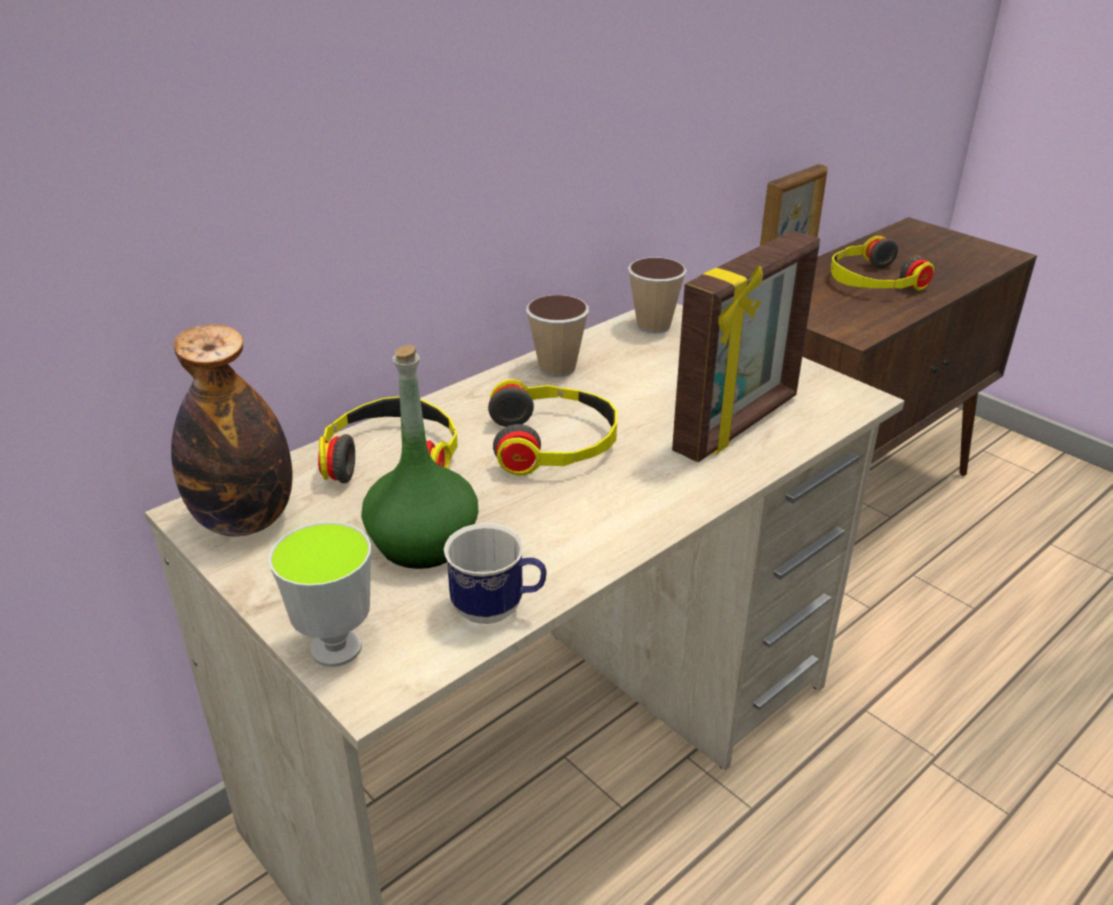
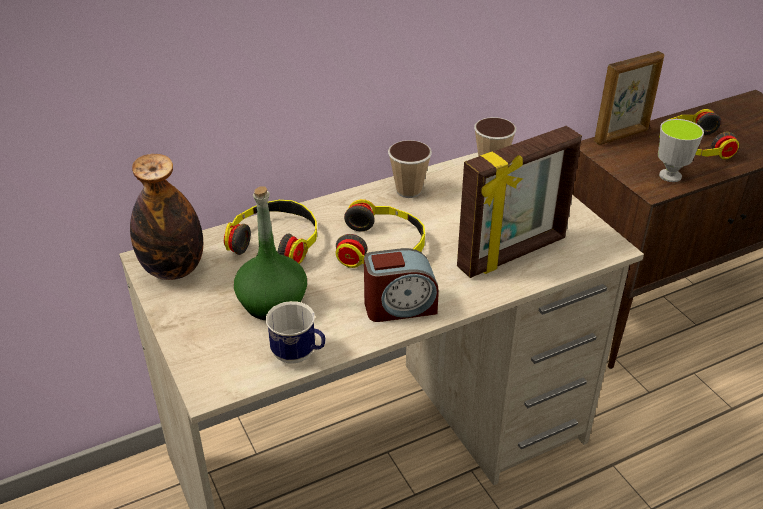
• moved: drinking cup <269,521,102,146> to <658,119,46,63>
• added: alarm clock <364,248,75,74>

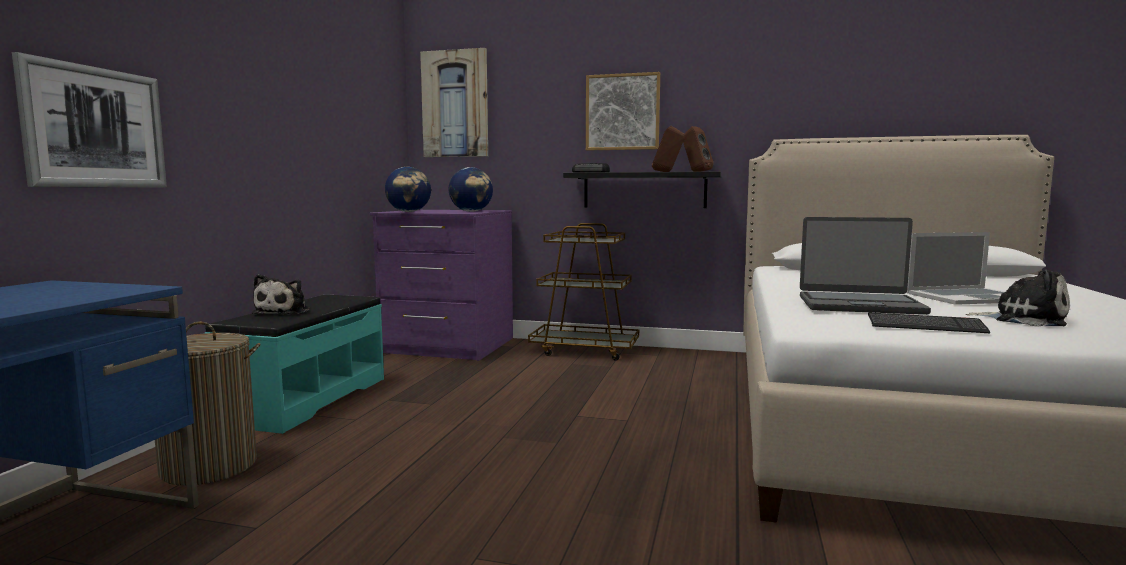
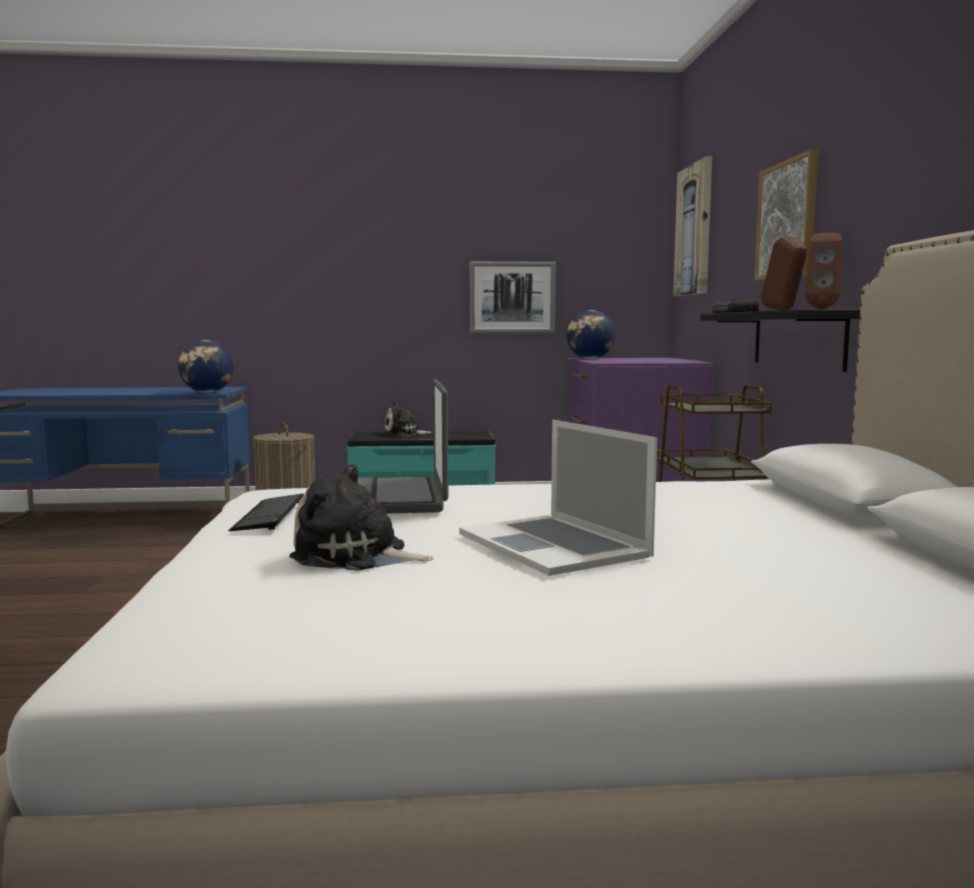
• moved: wall picture <12,52,155,136> to <470,261,86,72>
• moved: world globe <449,167,44,45> to <178,340,56,53>
• turned: plush toy <966,270,104,56> = <289,463,145,108> 90 degrees clockwise

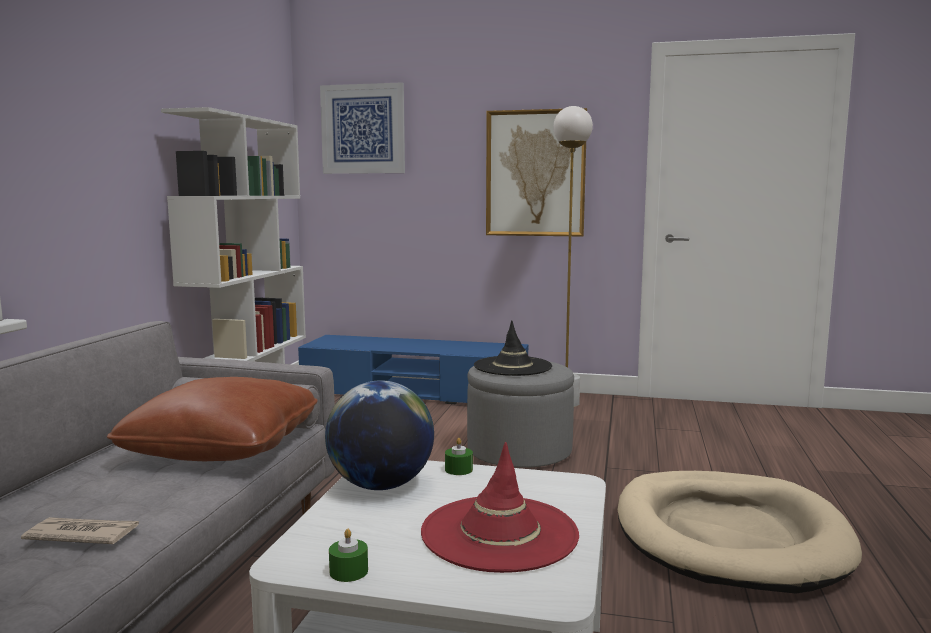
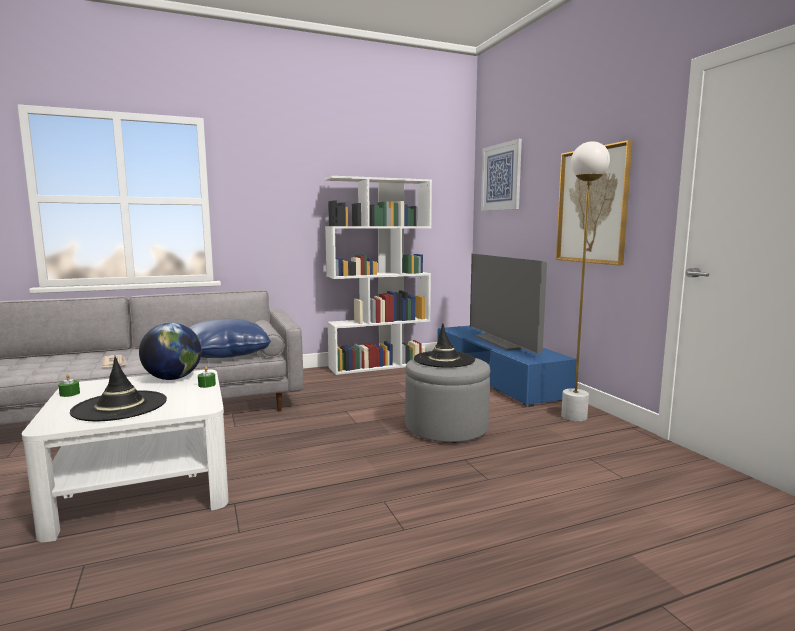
• recoloured: brown throw pillow <107,377,211,84> to bluish throw pillow <189,319,82,39>
• recoloured: red-coloured wearable hat <421,442,158,131> to black-coloured wearable hat <70,357,97,64>
• removed: beige dog bed <618,471,244,122>
• added: TV <470,254,77,100>

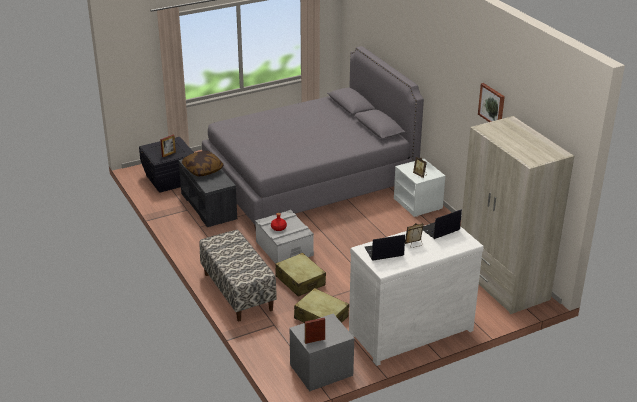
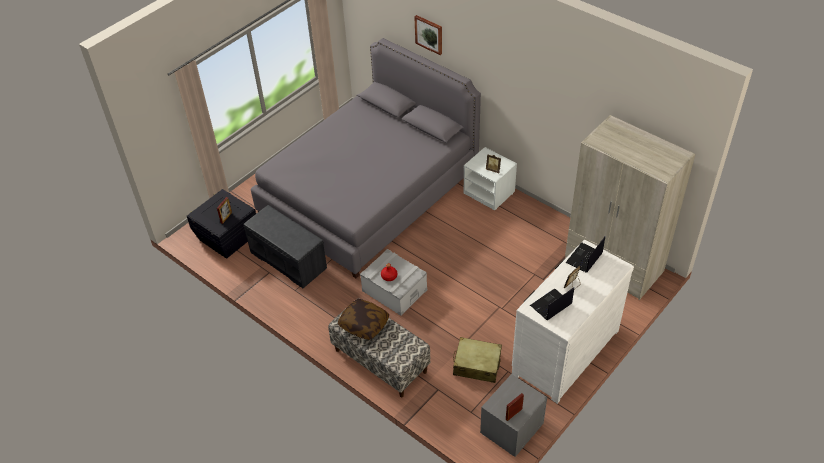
• moved: wall picture <478,83,27,39> to <414,15,28,40>
• moved: throw pillow <182,151,42,25> to <338,299,51,41>
• removed: beige suitcase <275,253,51,44>

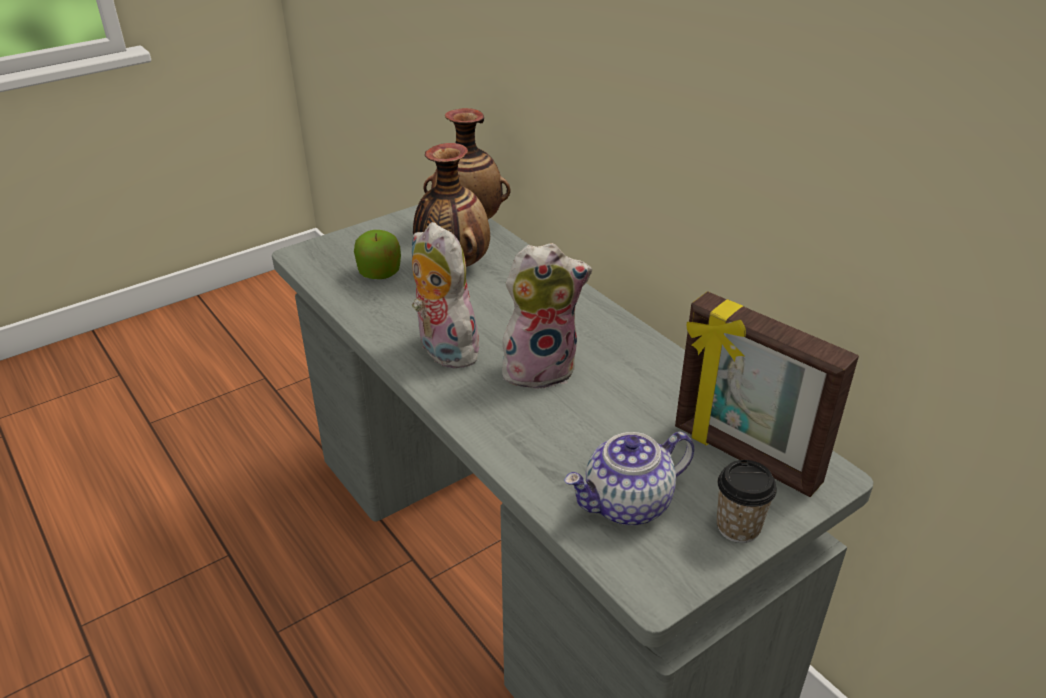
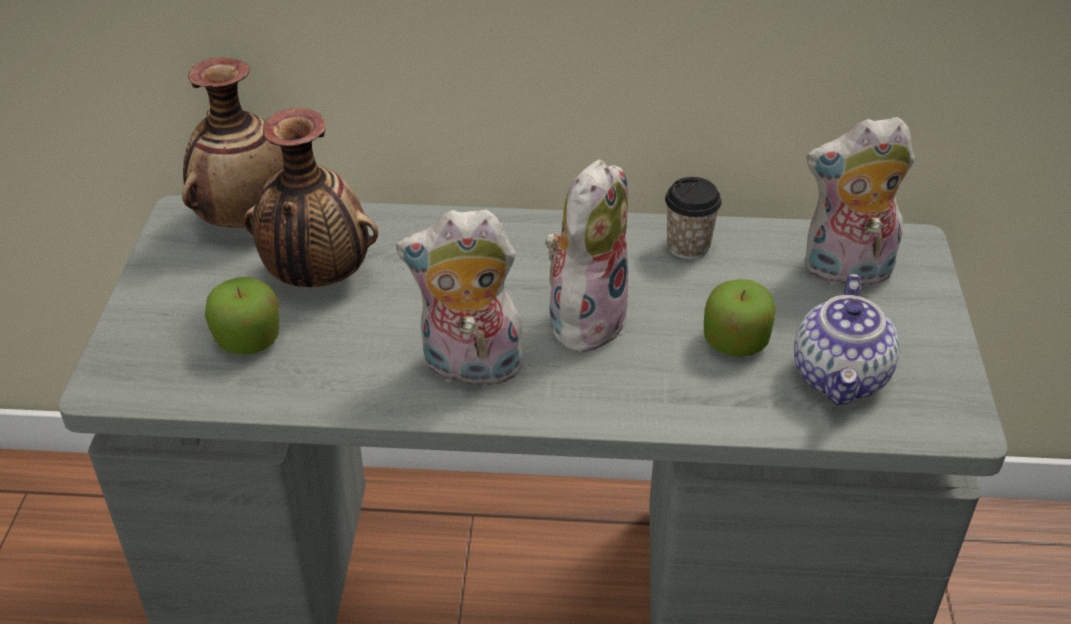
• replaced: picture frame <675,291,184,206> to plush toy <805,117,110,174>
• moved: drinking cup <717,460,60,83> to <665,177,57,83>
• added: apple <704,279,71,78>

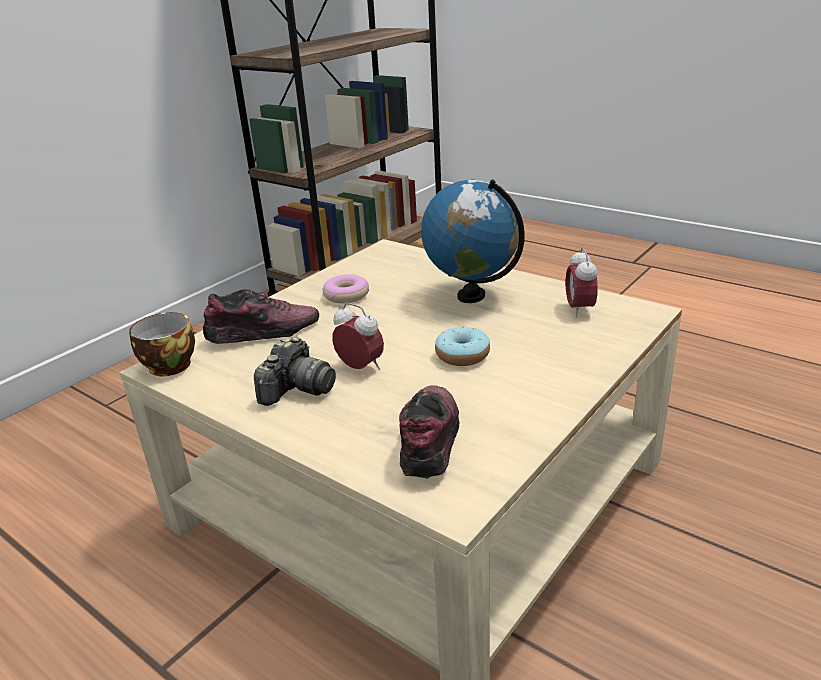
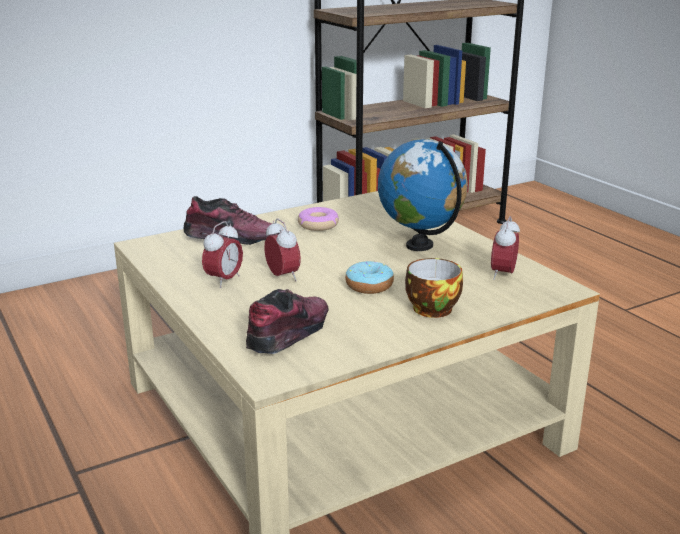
• moved: drinking cup <129,312,66,64> to <405,258,58,60>
• replaced: still camera <254,337,82,69> to alarm clock <202,221,41,67>

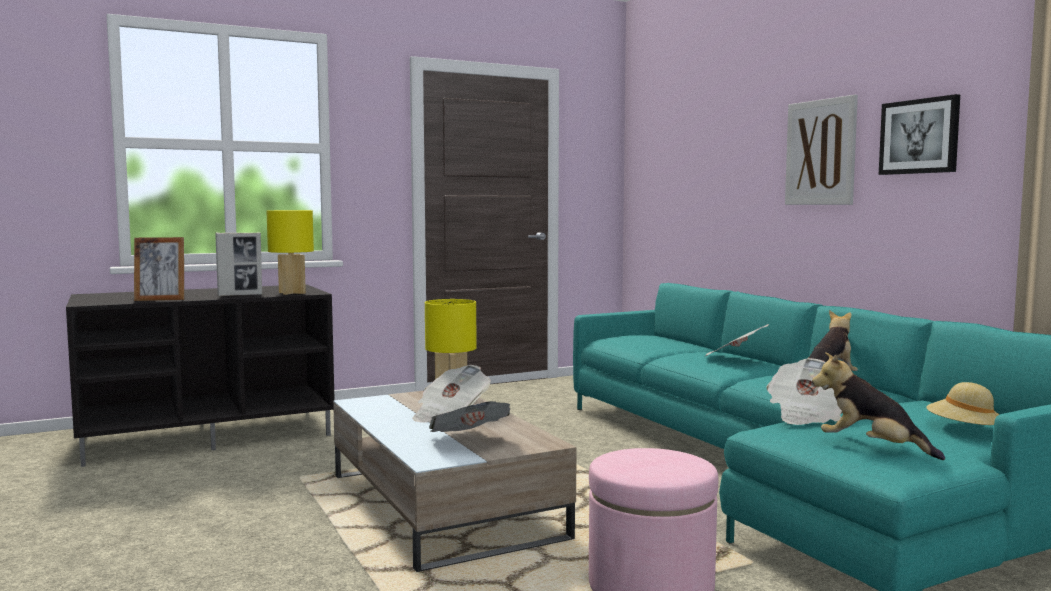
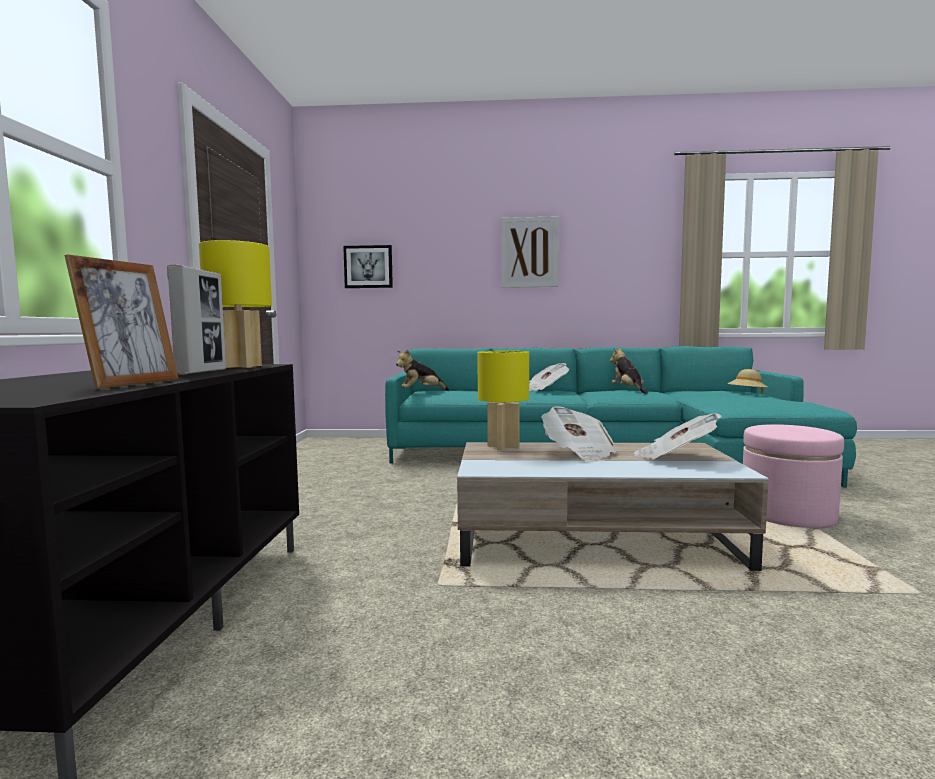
• moved: wall picture <879,94,81,81> to <343,245,50,43>
• moved: plush toy <812,352,133,108> to <396,349,53,42>
• removed: newspaper <766,358,77,67>

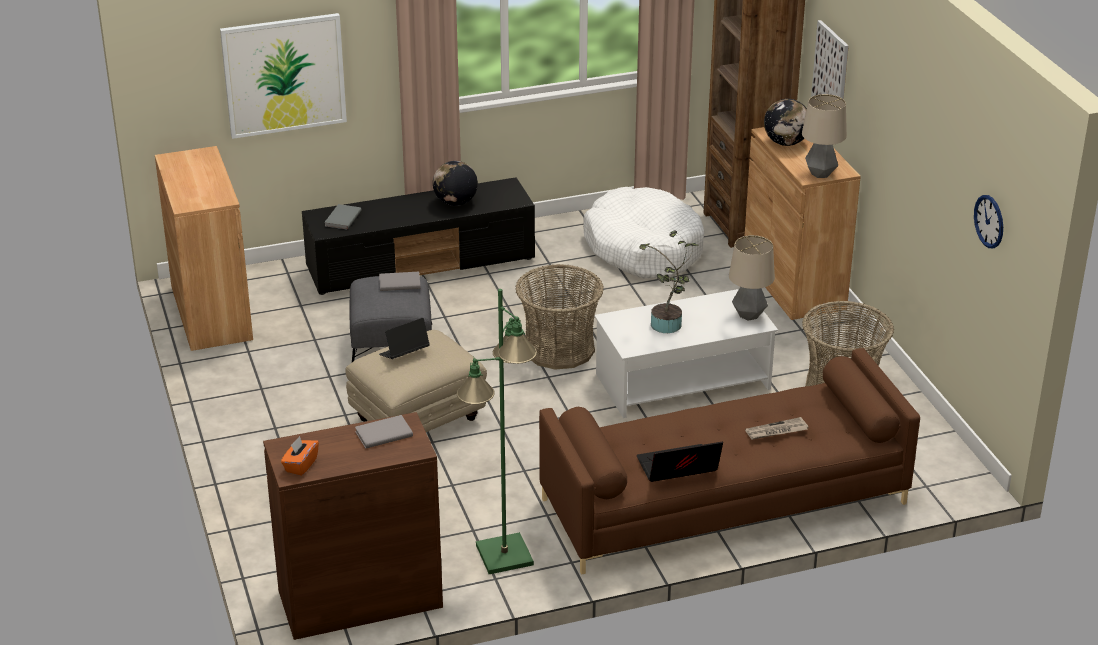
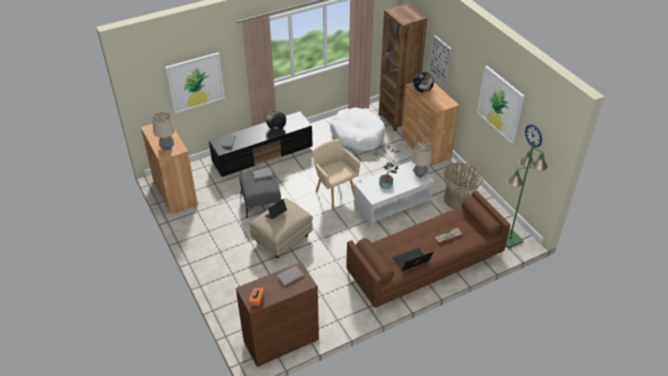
• moved: lamp for a table <802,94,45,84> to <152,112,23,38>
• replaced: storage basket <515,264,89,105> to beige easy chair <312,139,48,71>
• moved: green standing lamp <457,289,80,285> to <506,141,42,107>
• added: wall picture <477,66,48,78>

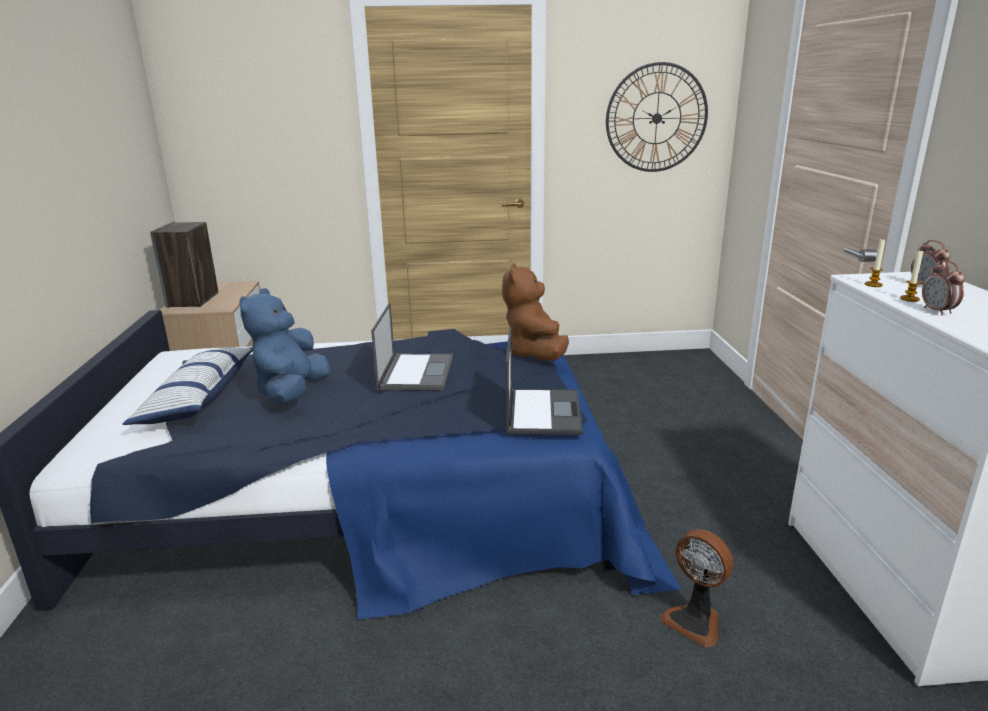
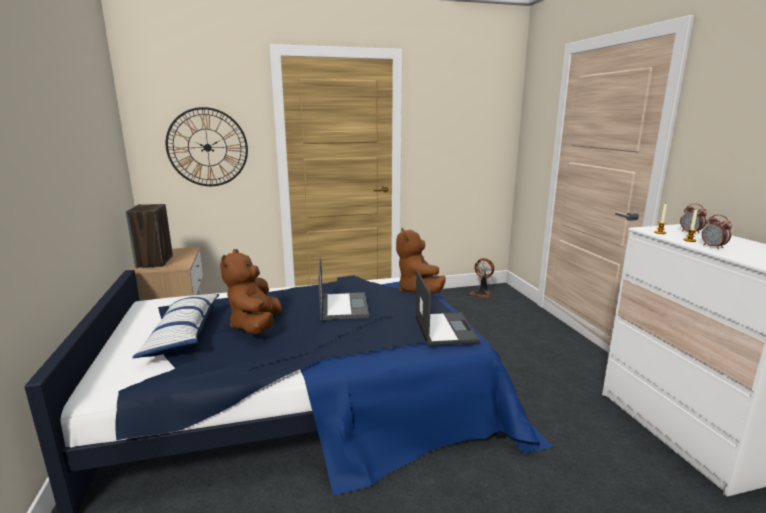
• moved: clock on the wall <606,62,102,110> to <166,107,82,79>
• recoloured: bluish plush toy <239,288,91,116> to brown plush toy <220,249,62,85>
• moved: cooling fan <660,529,73,119> to <470,258,24,40>

